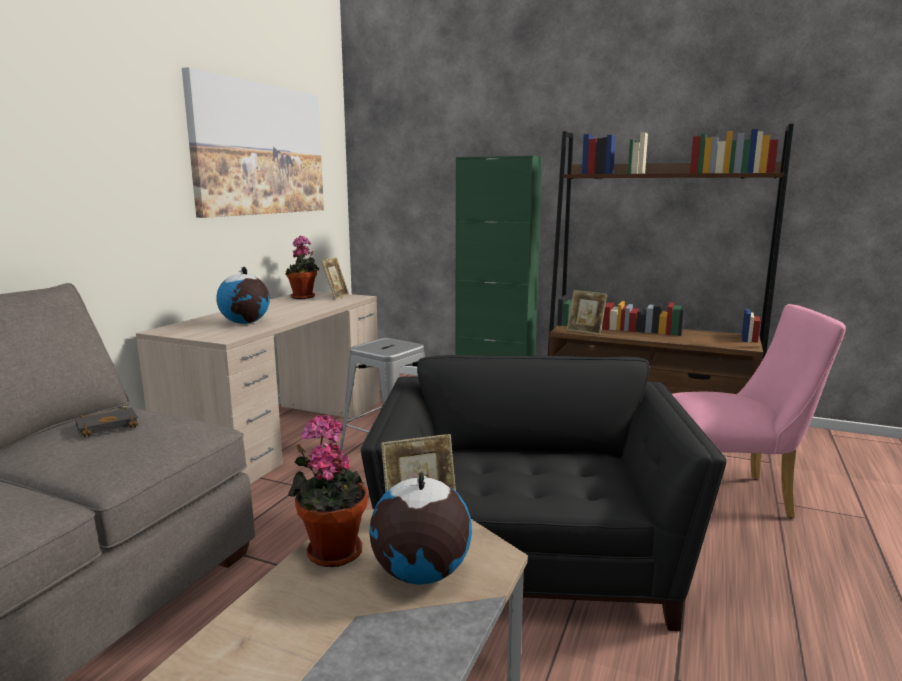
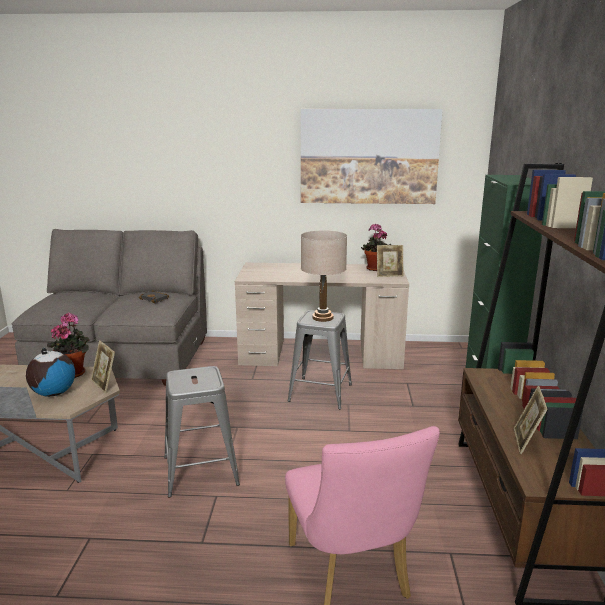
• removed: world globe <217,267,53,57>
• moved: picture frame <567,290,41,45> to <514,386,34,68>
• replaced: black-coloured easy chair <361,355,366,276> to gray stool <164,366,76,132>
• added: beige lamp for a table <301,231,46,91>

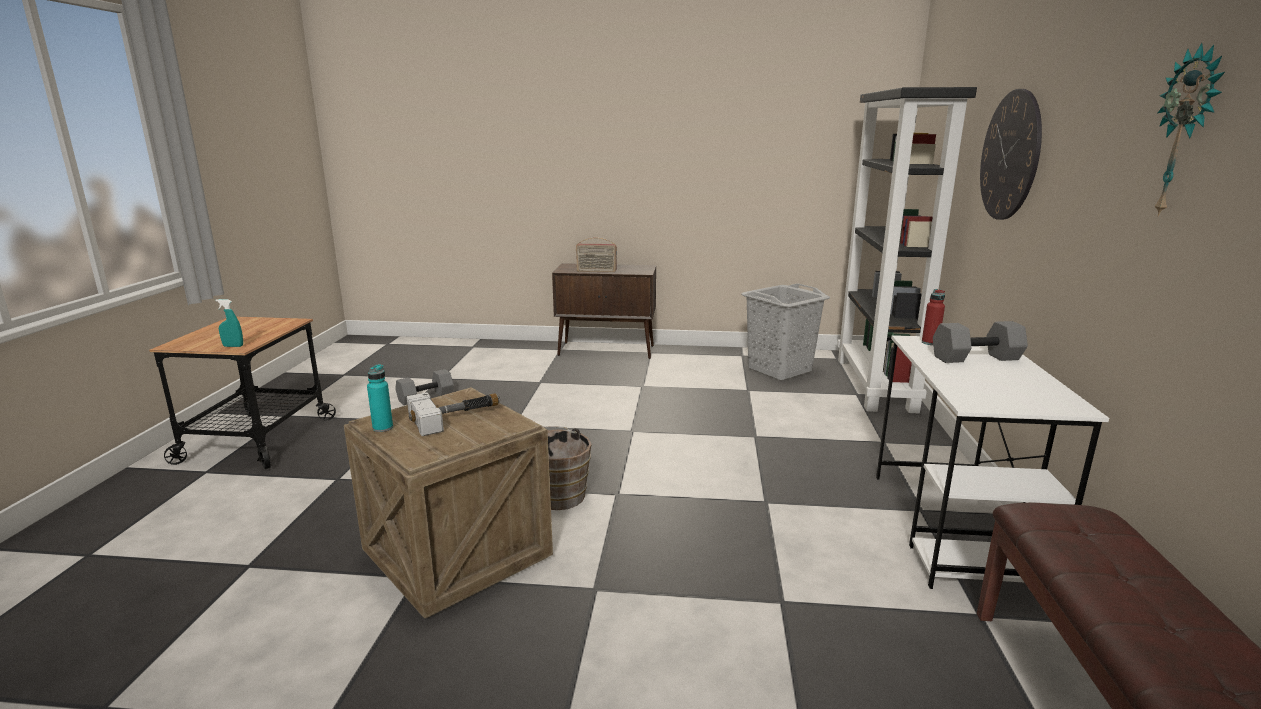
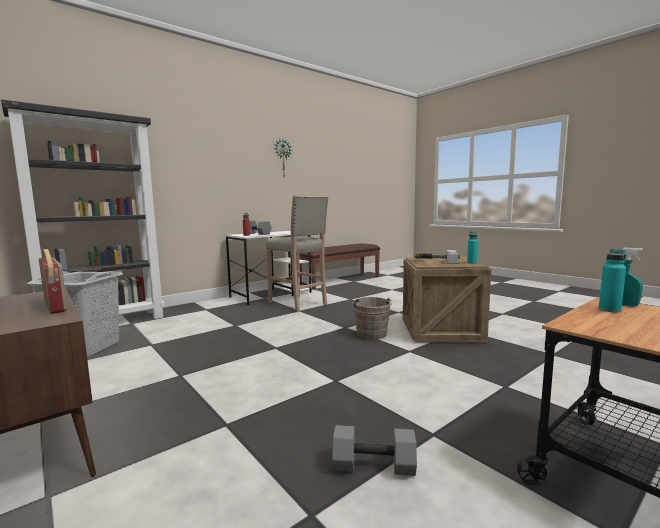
• removed: clock on the wall <980,89,62,131>
• added: beige stool <266,195,62,117>
• added: turquoise drink bottle <599,249,27,64>

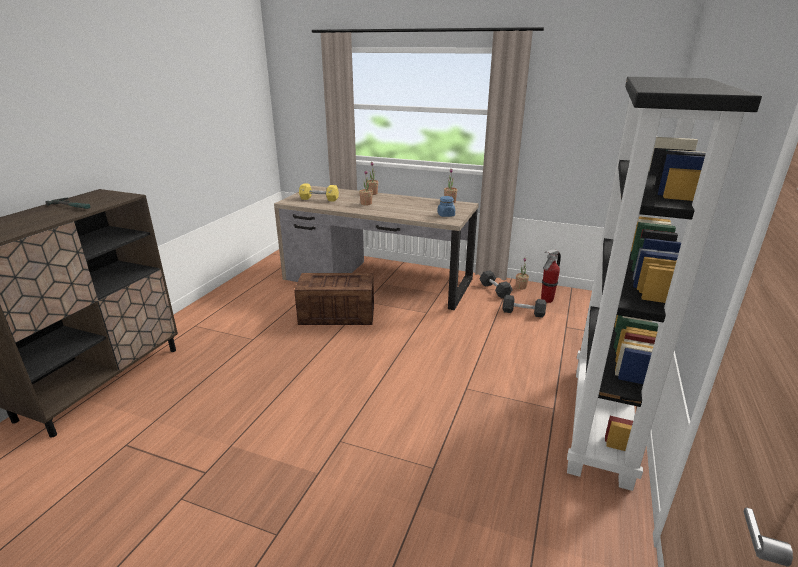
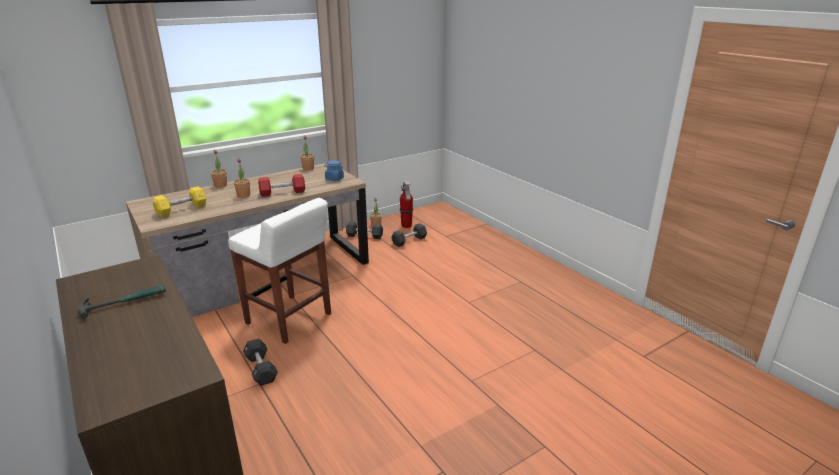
• removed: black-coloured bookshelf <567,77,195,414>
• replaced: shipping crate <294,273,80,52> to white-coloured stool <228,198,103,146>
• added: red-coloured hand weight <258,174,47,23>
• added: black-coloured hand weight <243,338,35,48>

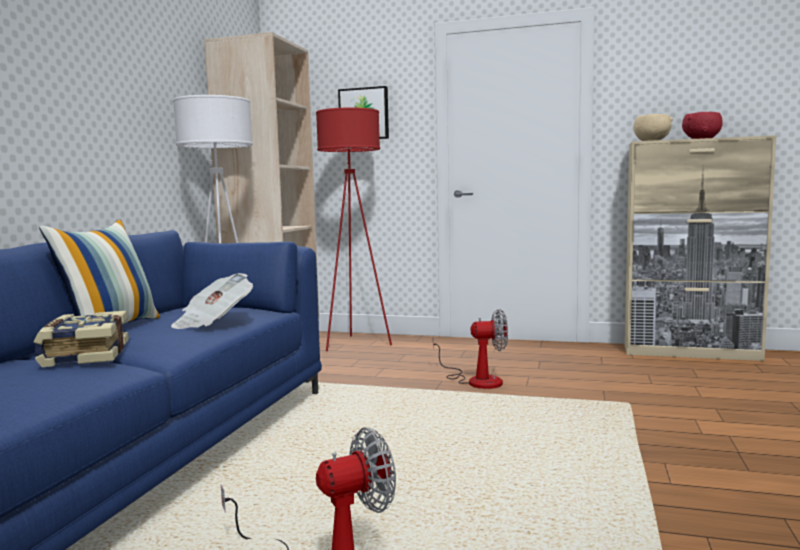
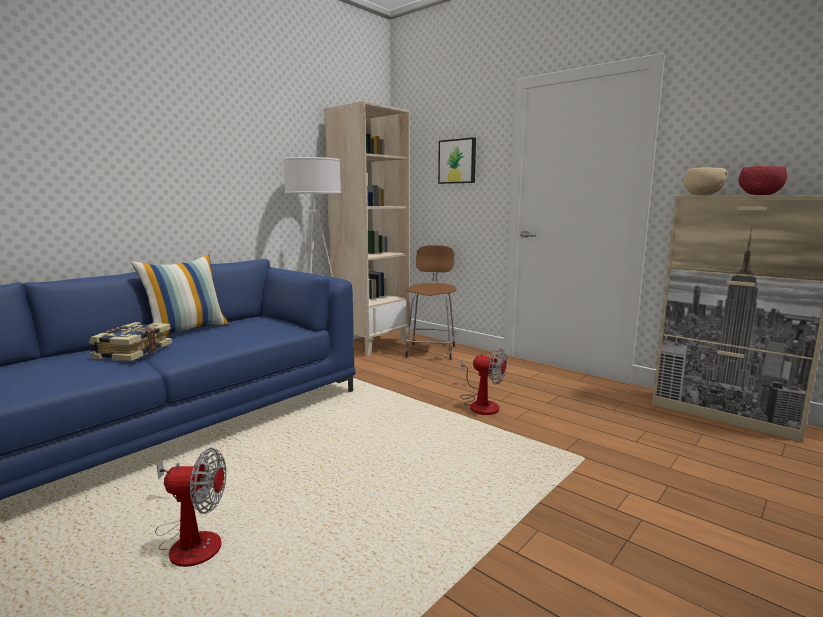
• replaced: red-coloured standing lamp <316,107,76,244> to brown stool <406,245,51,115>
• removed: newspaper <171,273,82,56>

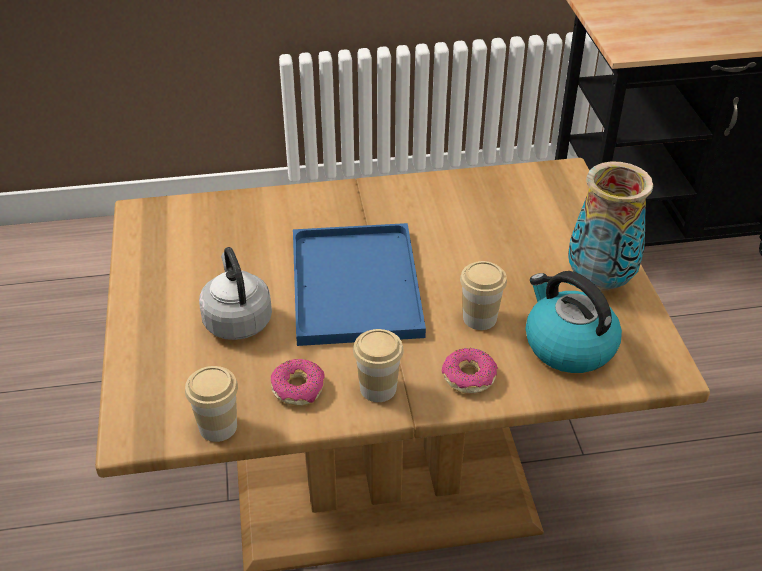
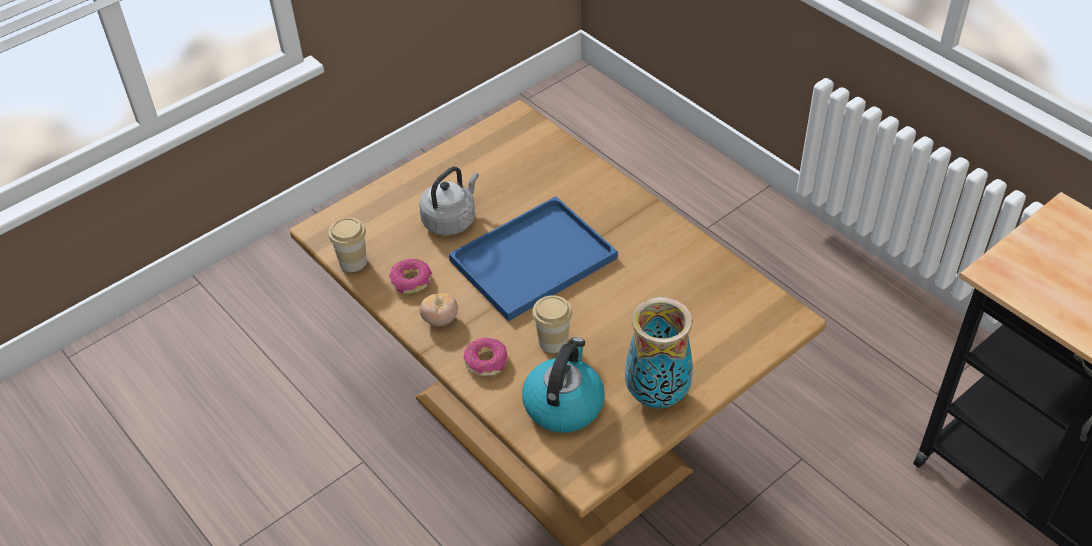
• replaced: drinking cup <353,329,51,73> to tomato <420,294,38,32>

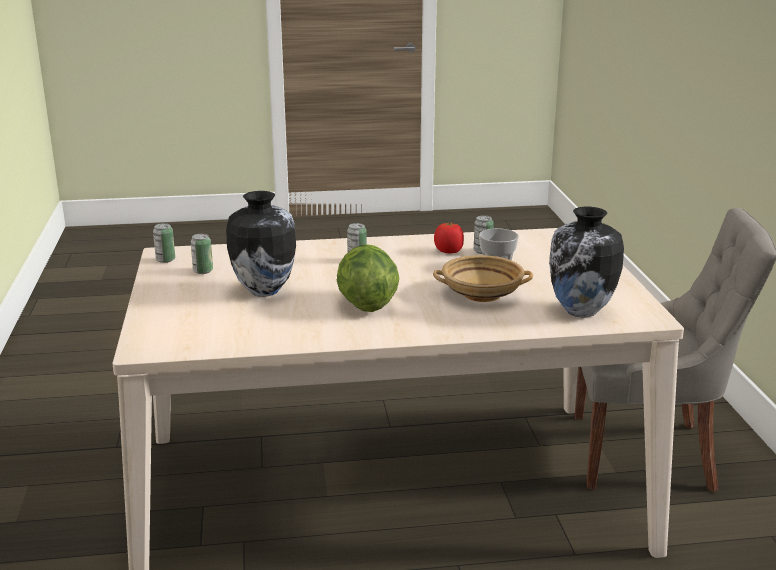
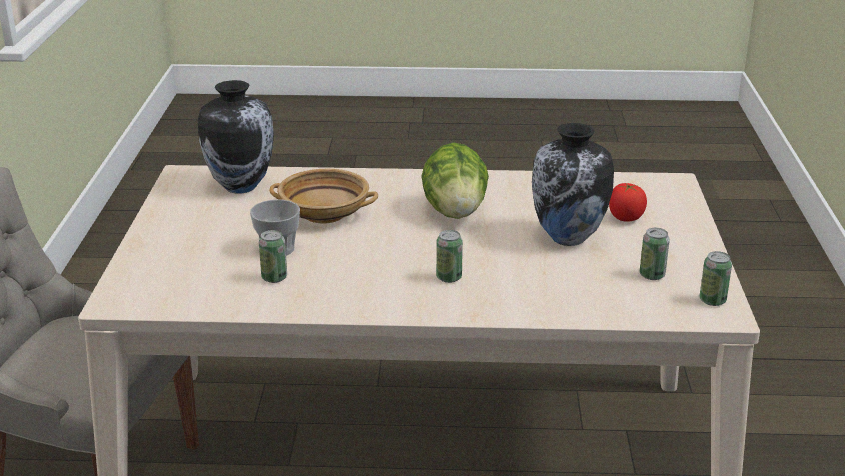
• moved: tomato <434,222,30,32> to <609,183,38,39>

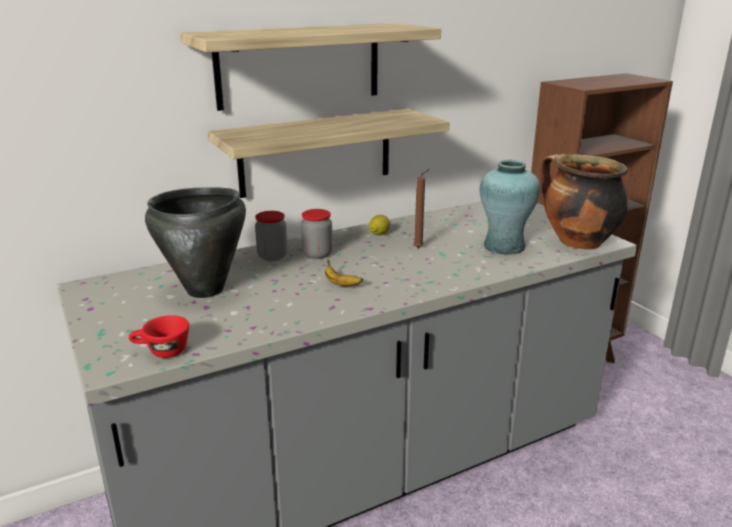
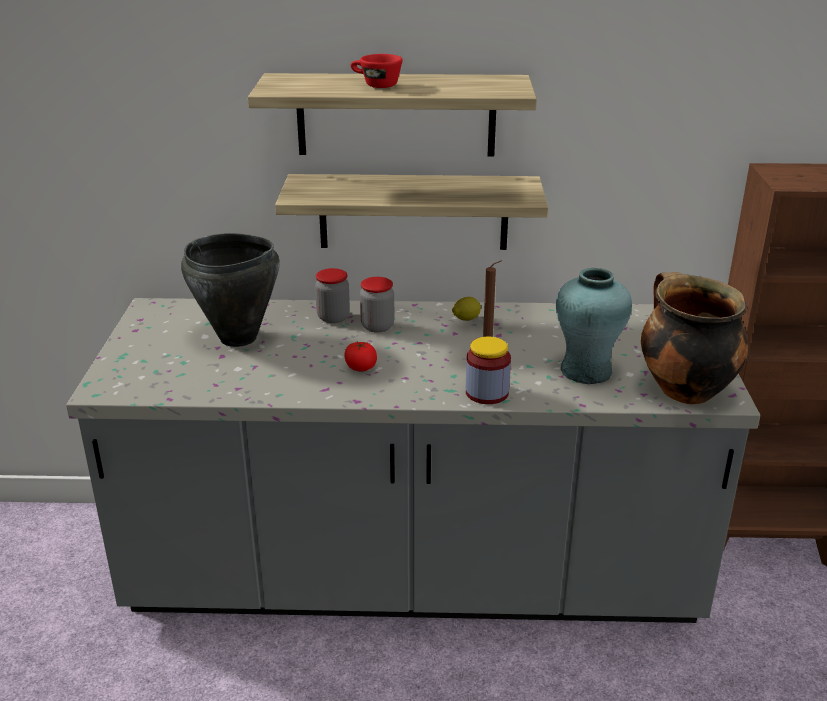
• replaced: banana fruit <325,259,38,27> to tomato <344,342,33,29>
• moved: red-coloured drinking cup <129,315,60,43> to <351,54,51,34>
• added: preserve jar <466,337,45,67>

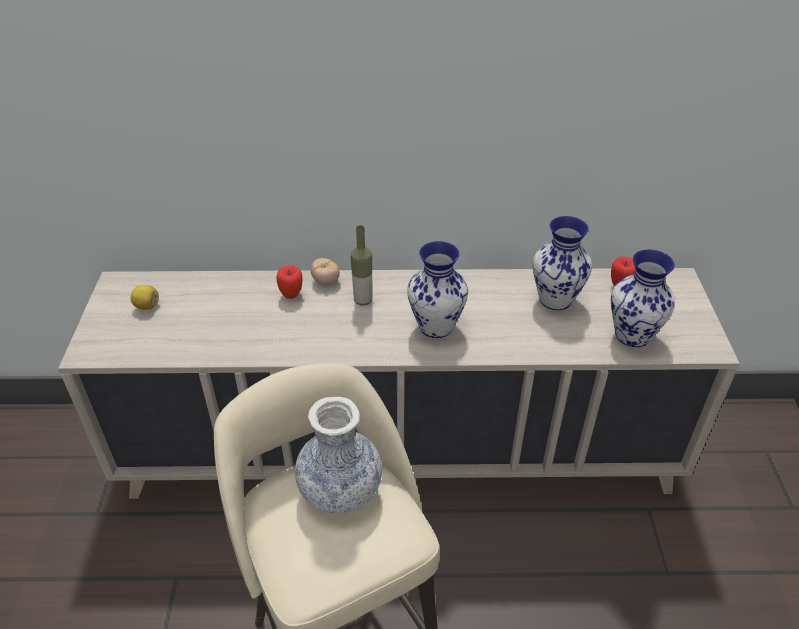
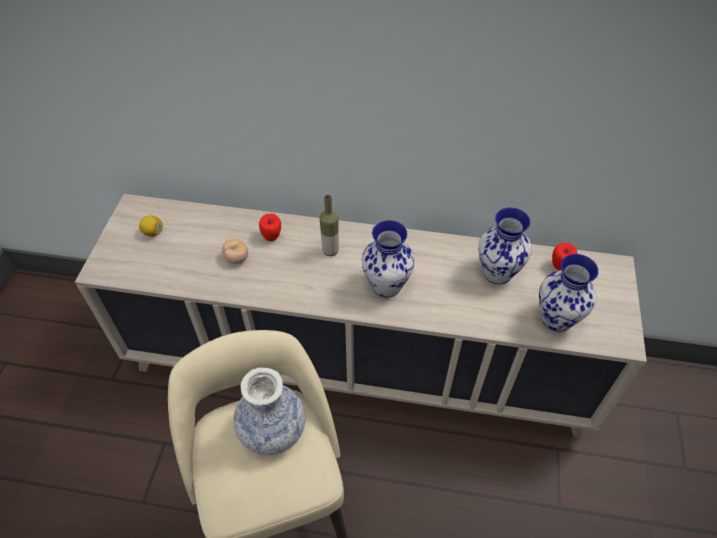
• moved: tomato <311,258,29,27> to <222,239,26,25>

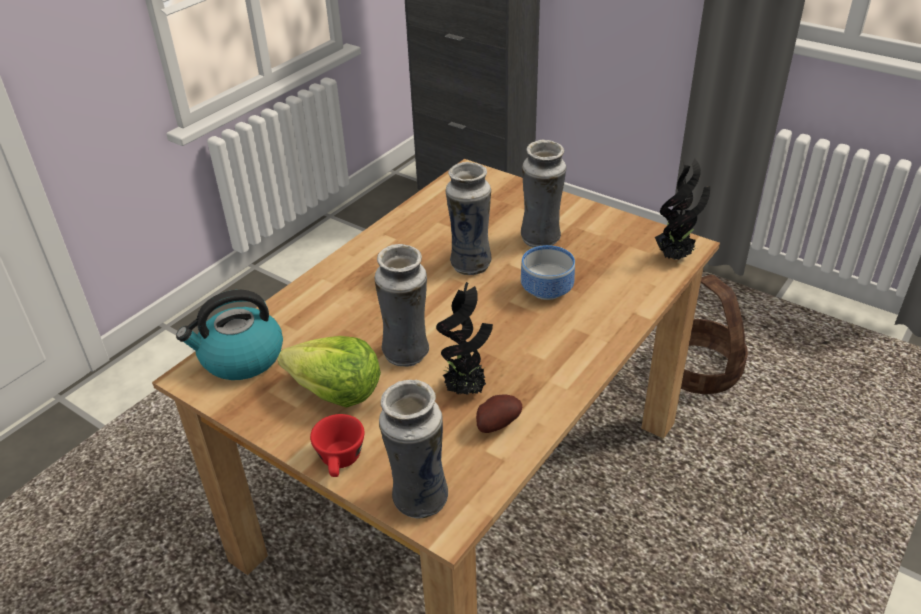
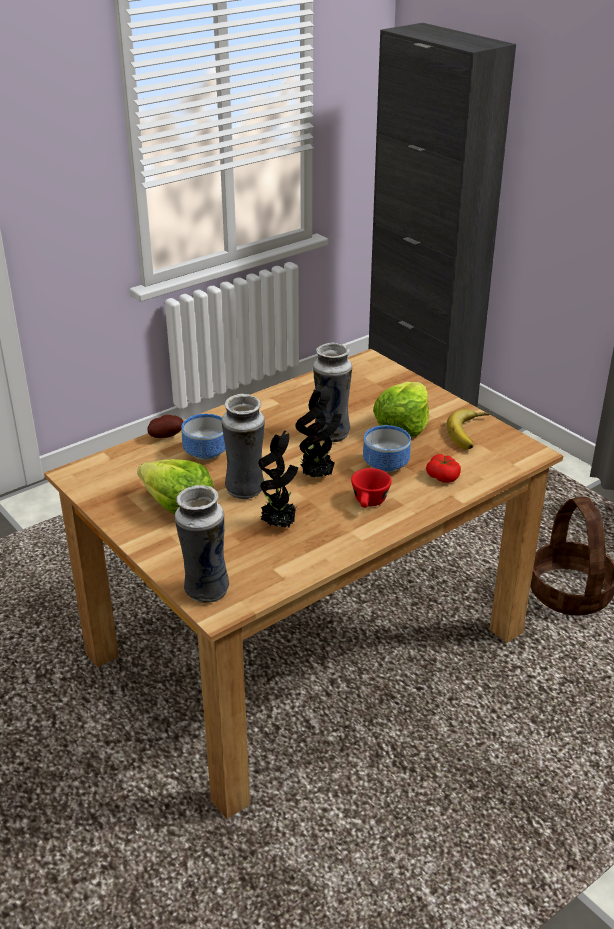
• replaced: flower vase <521,140,45,108> to lettuce <373,382,56,55>
• moved: houseplant <655,159,55,101> to <295,385,47,93>
• removed: kettle <176,290,107,90>
• moved: whole potato <476,394,46,39> to <148,415,36,23>
• moved: red-coloured drinking cup <310,414,54,63> to <351,468,41,40>
• added: banana fruit <447,409,43,40>
• added: bowl <182,414,44,46>
• added: tomato <426,454,35,29>

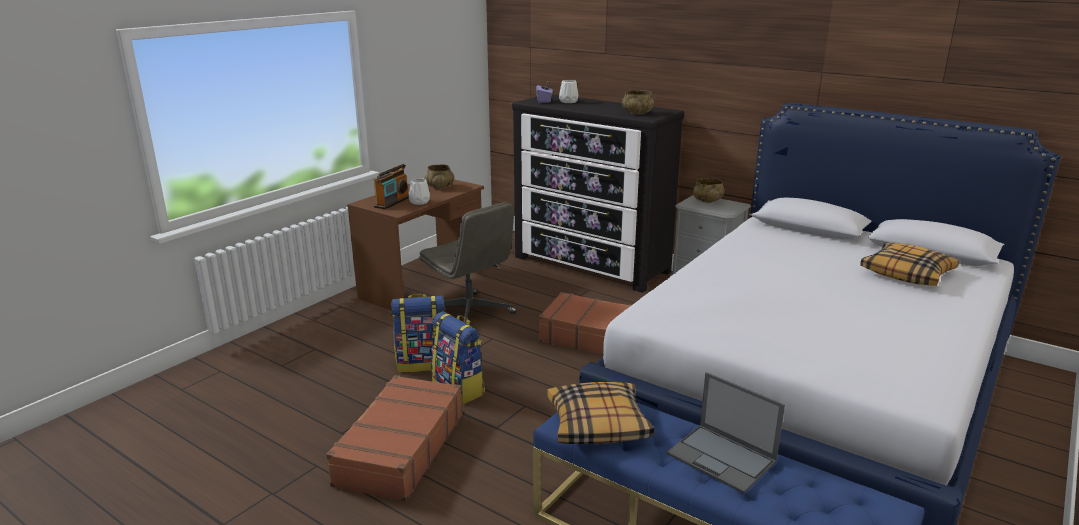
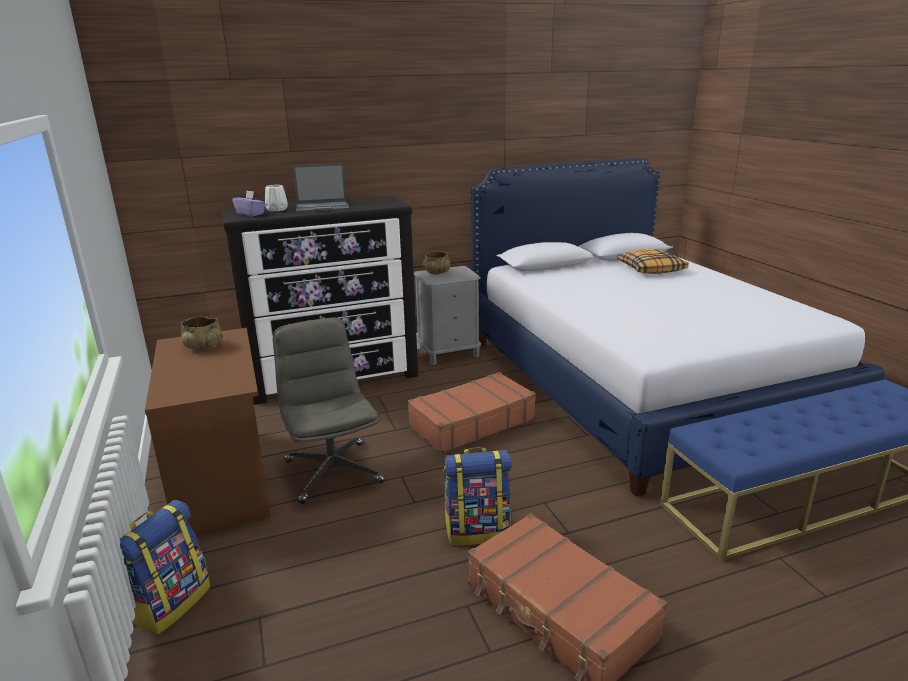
• removed: beige bowl <622,90,32,24>
• removed: radio <374,164,35,45>
• removed: white-coloured flower vase <409,178,21,27>
• turned: gray office chair <419,202,97,121> = <273,317,111,187> 105 degrees counterclockwise
• moved: knapsack <391,294,54,78> to <120,500,91,134>
• moved: portable computer <667,372,118,121> to <292,163,57,50>
• removed: throw pillow <547,382,107,62>

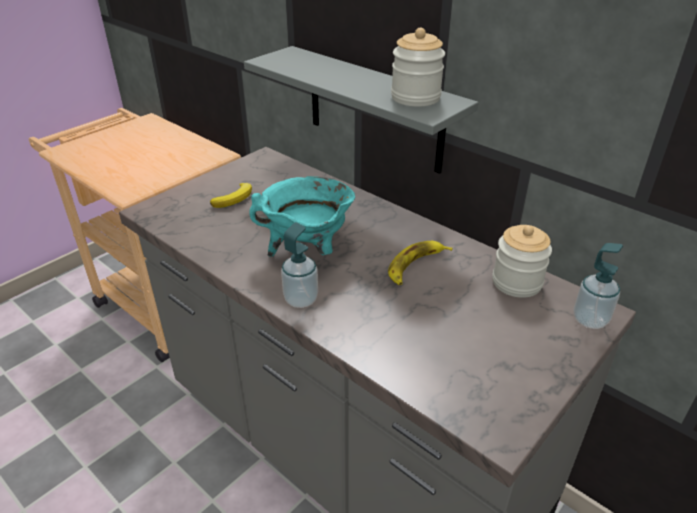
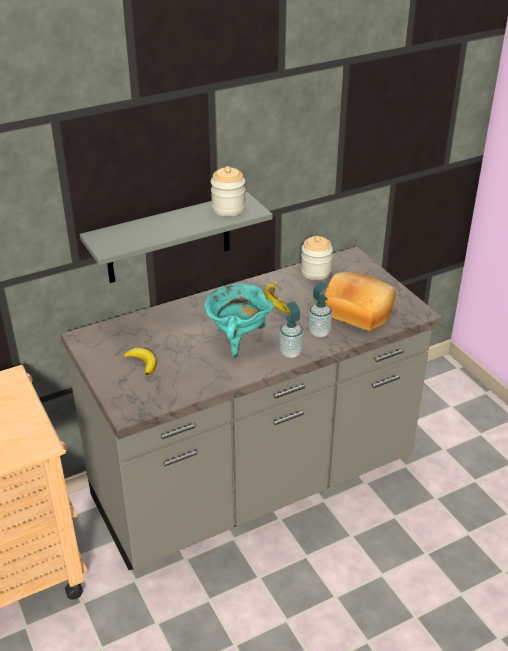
• moved: liquid soap bottle <573,243,50,86> to <308,282,24,55>
• added: bakery bread <324,272,72,59>

